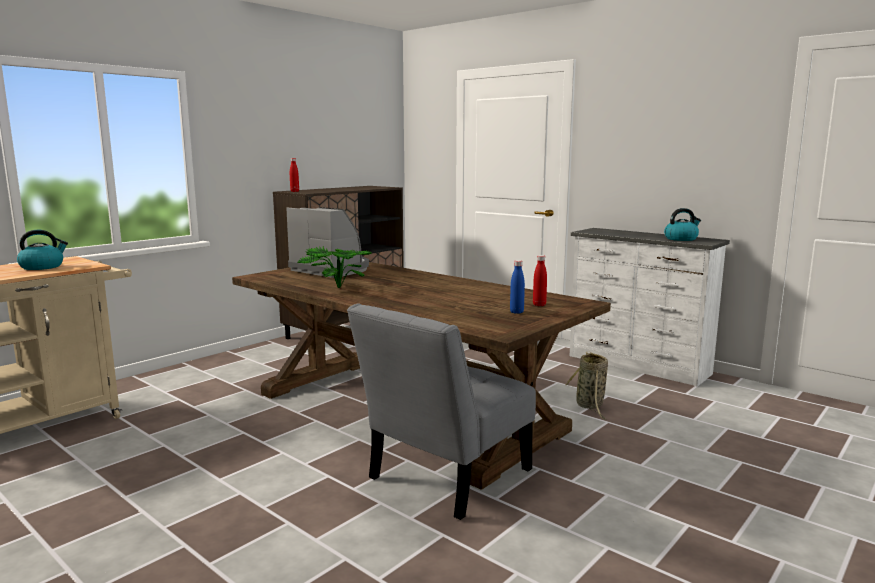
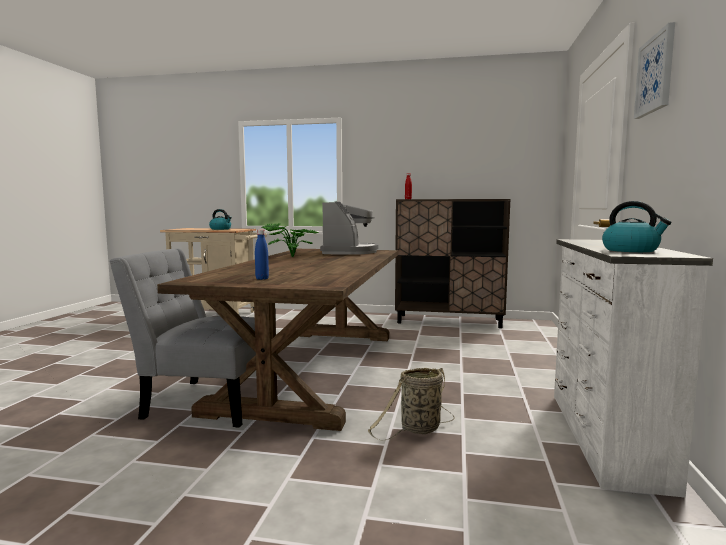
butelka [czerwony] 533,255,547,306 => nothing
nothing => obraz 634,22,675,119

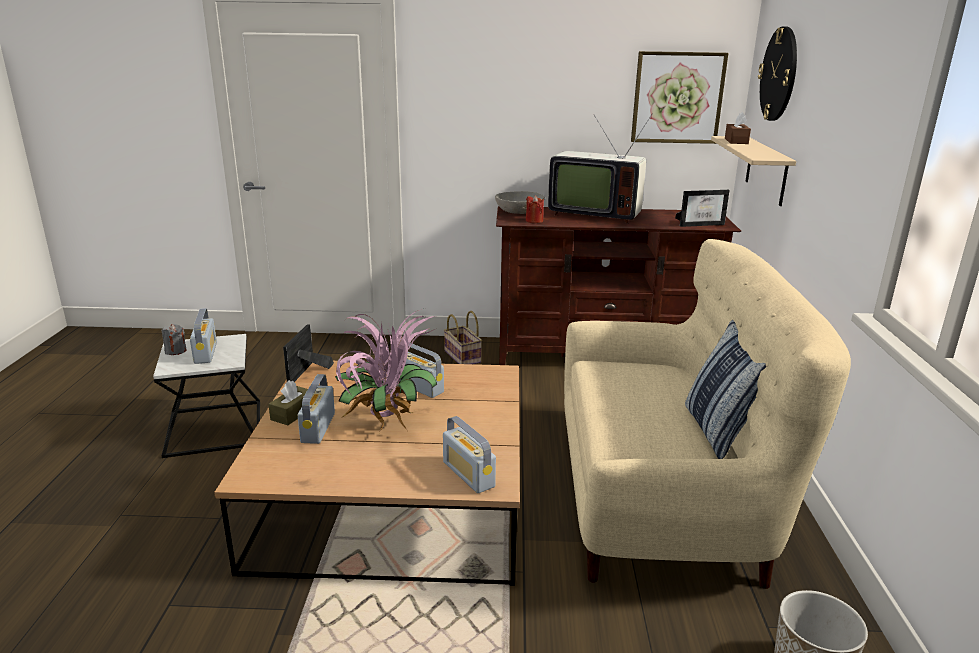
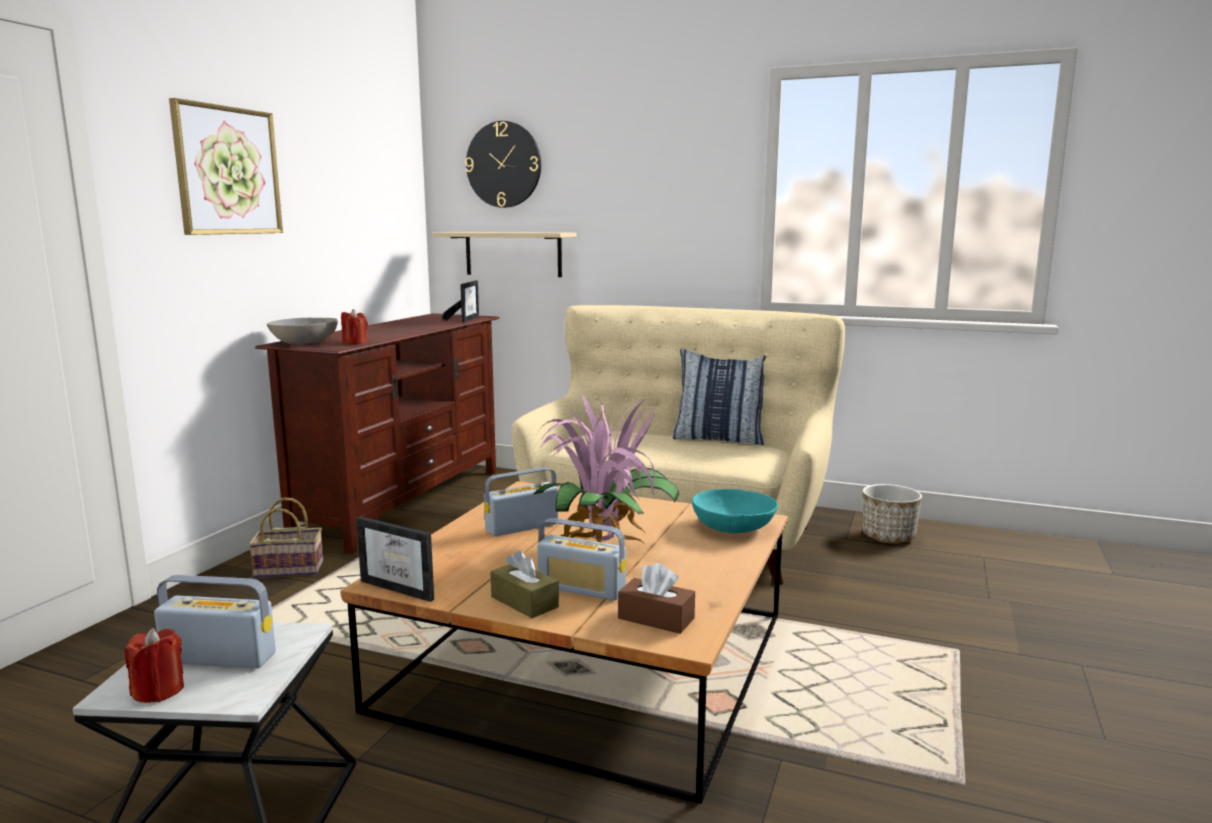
świeca [szary] 162,324,187,355 => świeca [czerwony] 125,628,184,703
radio 443,416,496,493 => miska [turkusowy] 692,489,778,533
telewizor 548,114,652,224 => nothing
obraz 631,51,728,144 => obraz 169,98,283,235, move
pudełko chusteczek [brązowy] 725,112,751,144 => pudełko chusteczek [brązowy] 618,563,695,634, move

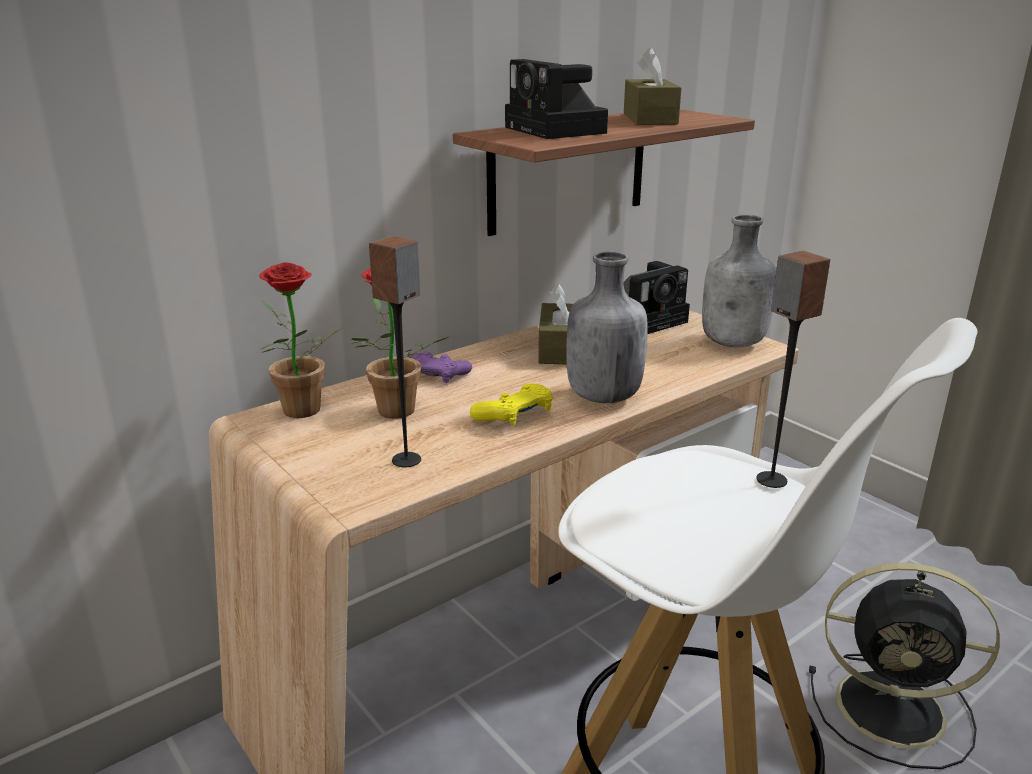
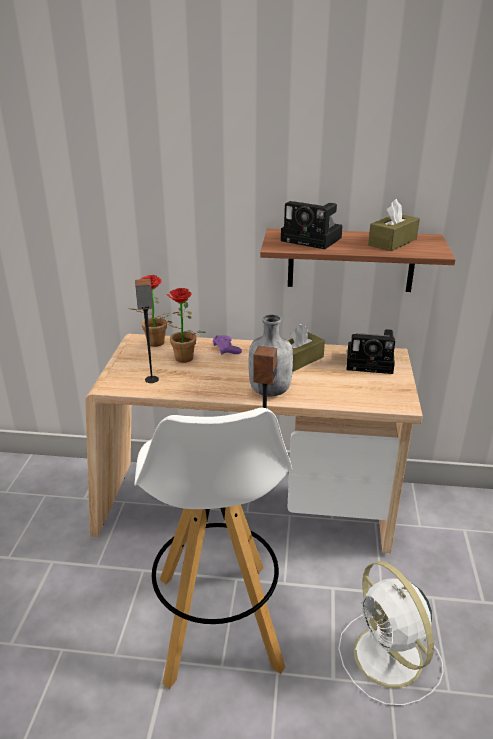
pad do gier [żółty] 470,384,553,426 => nothing
aparat fotograficzny 505,59,608,139 => aparat fotograficzny 281,201,343,249, 75 degrees counterclockwise
butelka [szary] 702,215,776,347 => nothing
wentylator [czarny] 809,563,1000,769 => wentylator [biały] 338,561,444,706

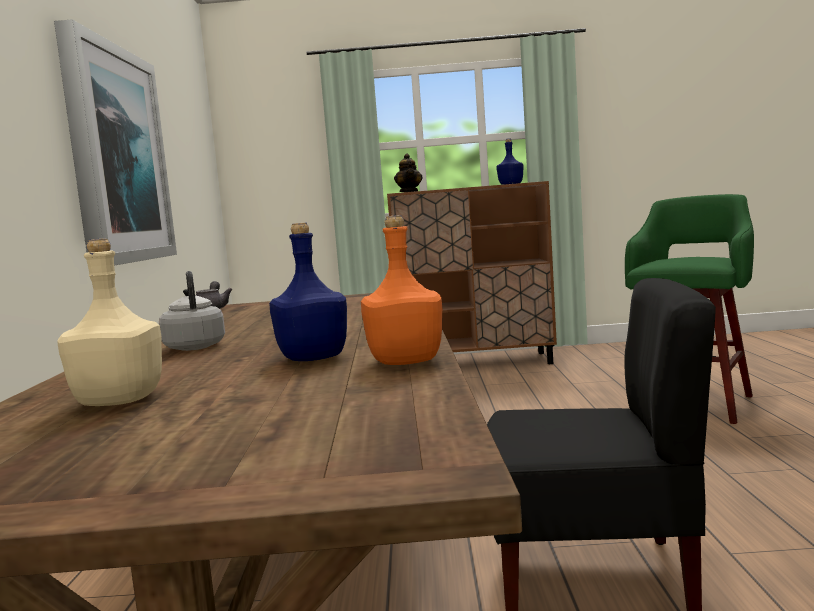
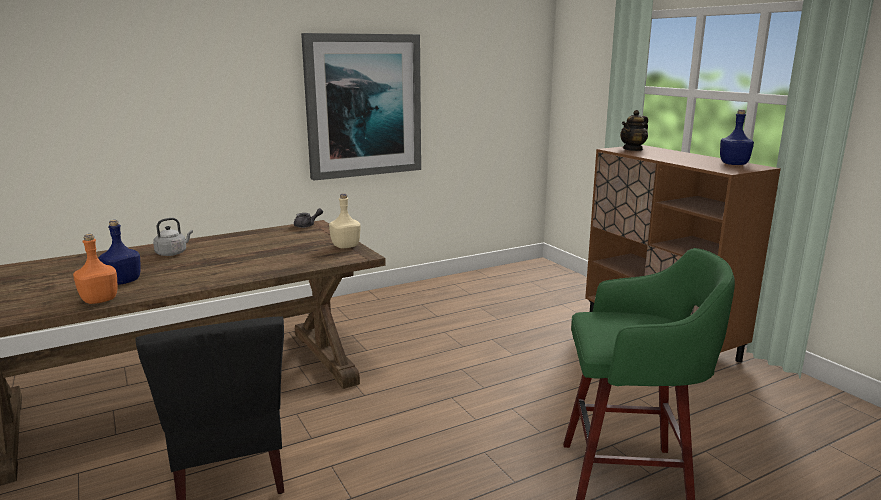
butelka [beżowy] 57,238,162,406 => butelka [beżowy] 329,193,361,248, move

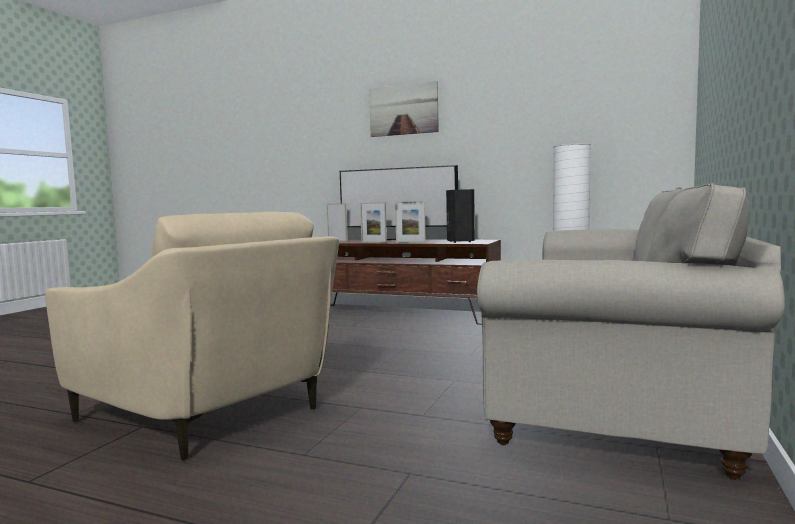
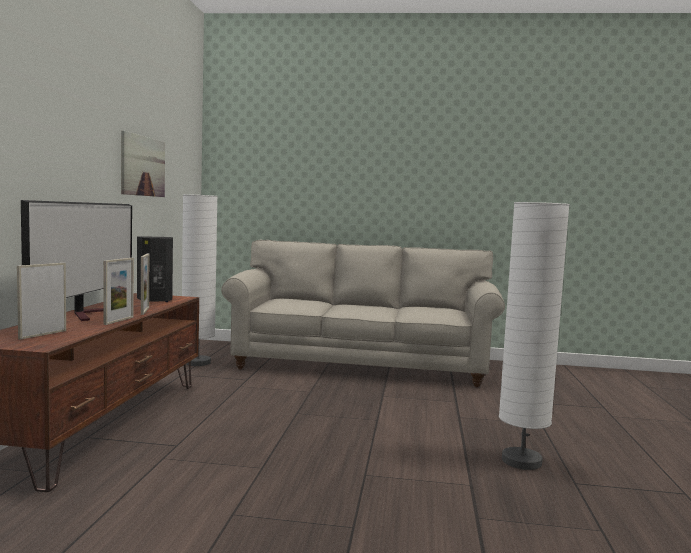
fotel [beżowy] 45,212,339,461 => lampa stojąca [biały] 499,202,570,470
obraz 369,81,439,137 => obraz 121,130,165,197, move

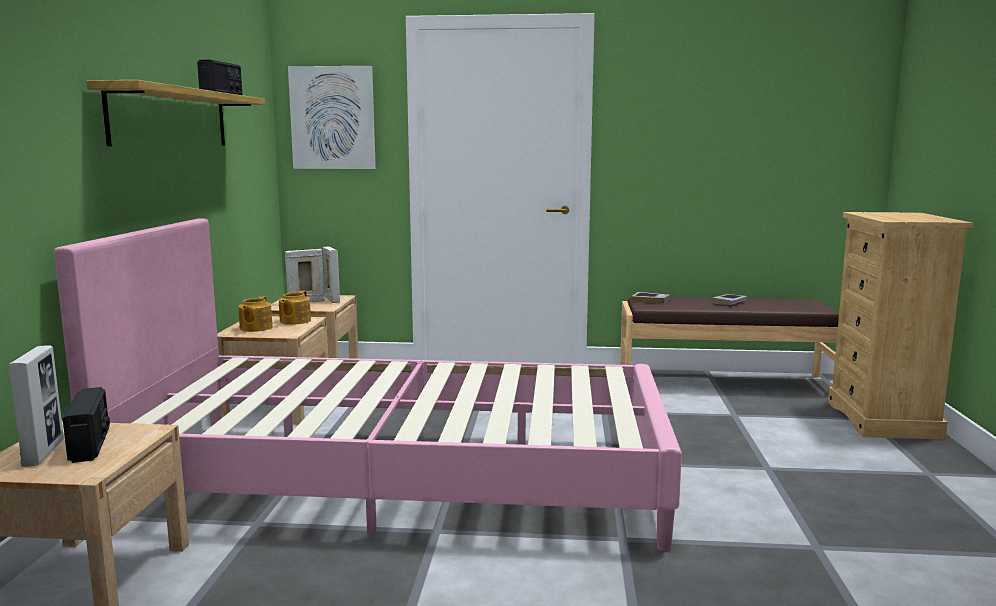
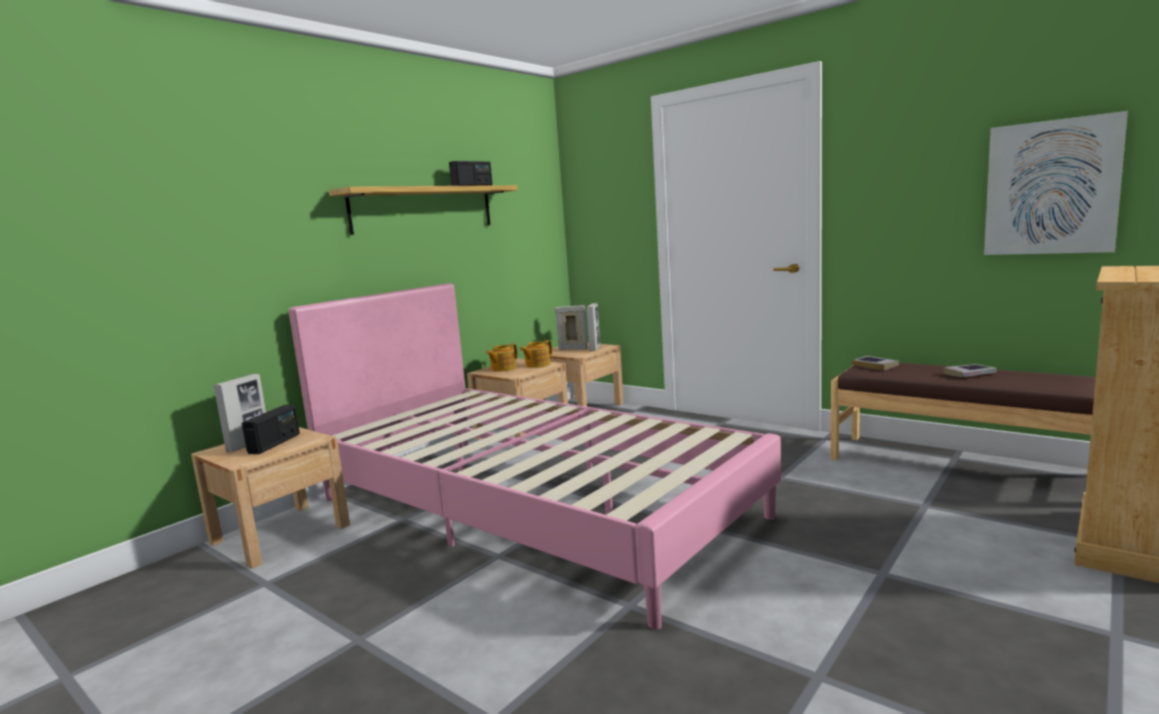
obraz 288,66,376,169 => obraz 984,111,1128,255, move

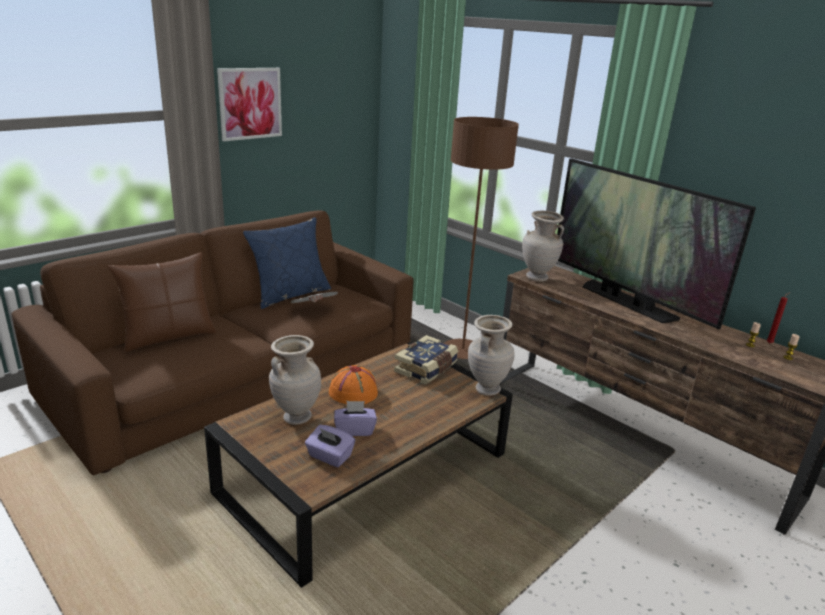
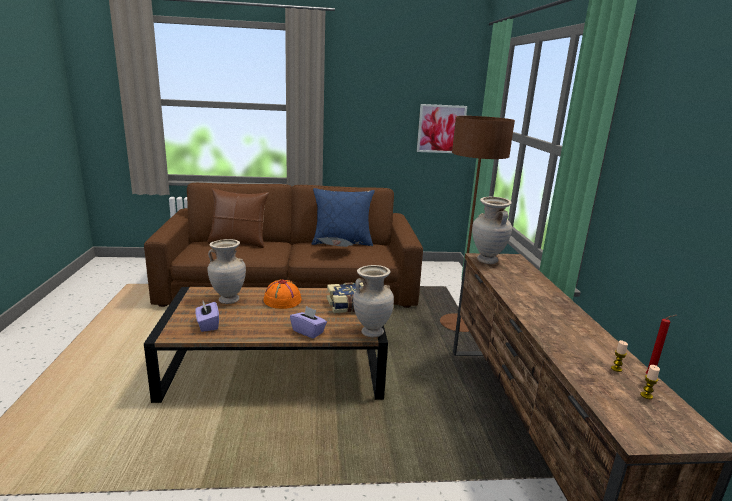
obraz 217,68,282,141 => obraz 417,104,467,153, move
pudełko chusteczek [fioletowy] 334,401,377,436 => pudełko chusteczek [fioletowy] 290,306,327,339, move
telewizor 557,158,756,329 => nothing

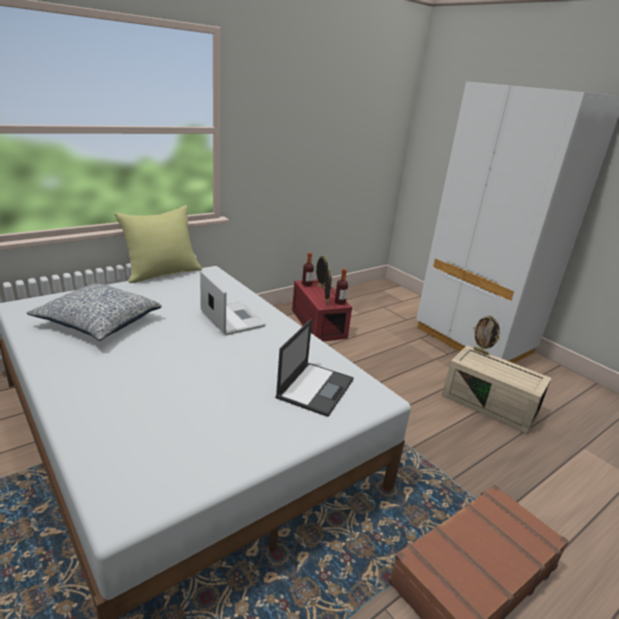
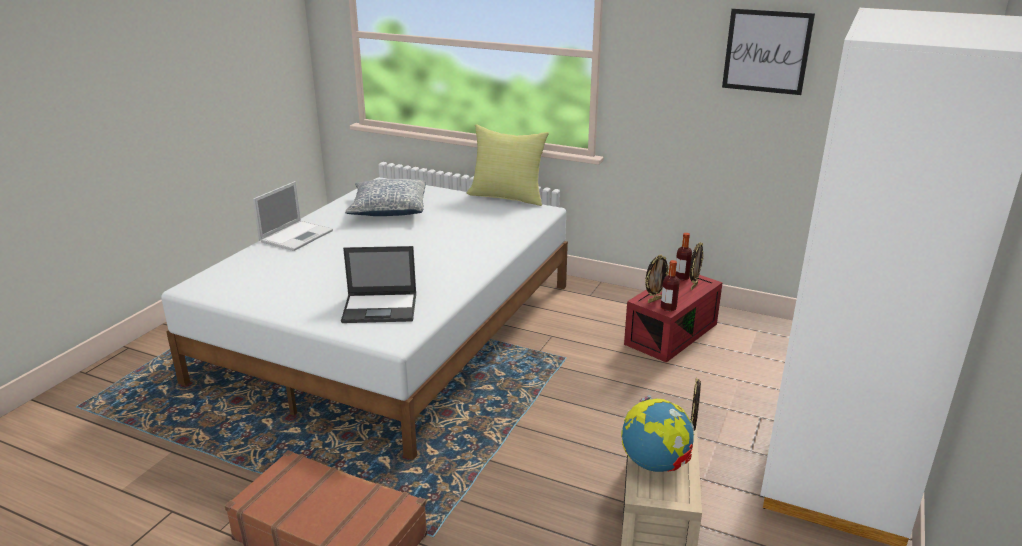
laptop 200,270,266,335 => laptop 253,181,333,251, move
nothing => globus 621,395,694,472
nothing => obraz 722,8,815,95

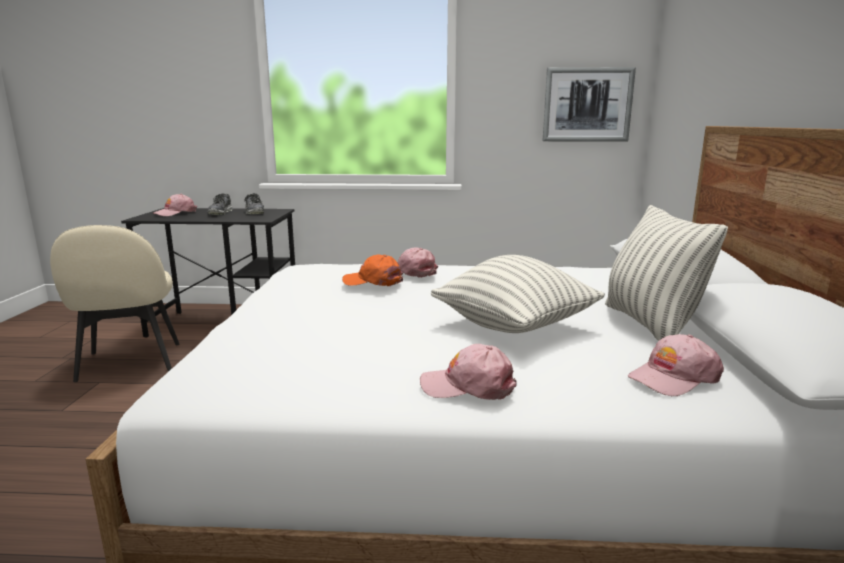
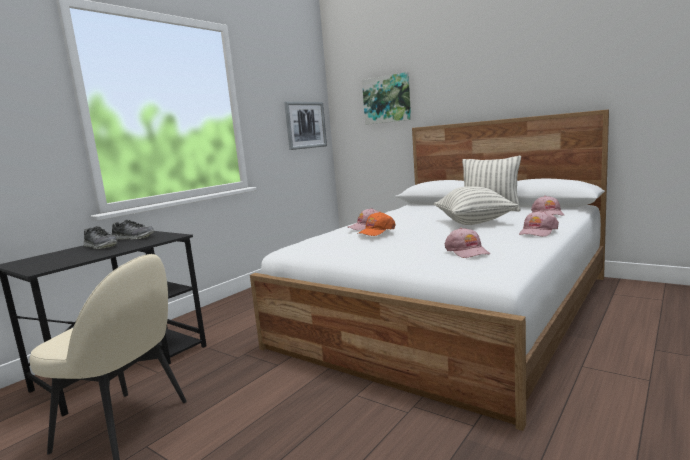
czapka z daszkiem [różowy] 153,194,197,216 => czapka z daszkiem [różowy] 445,228,490,258, move
nothing => obraz 362,72,411,125

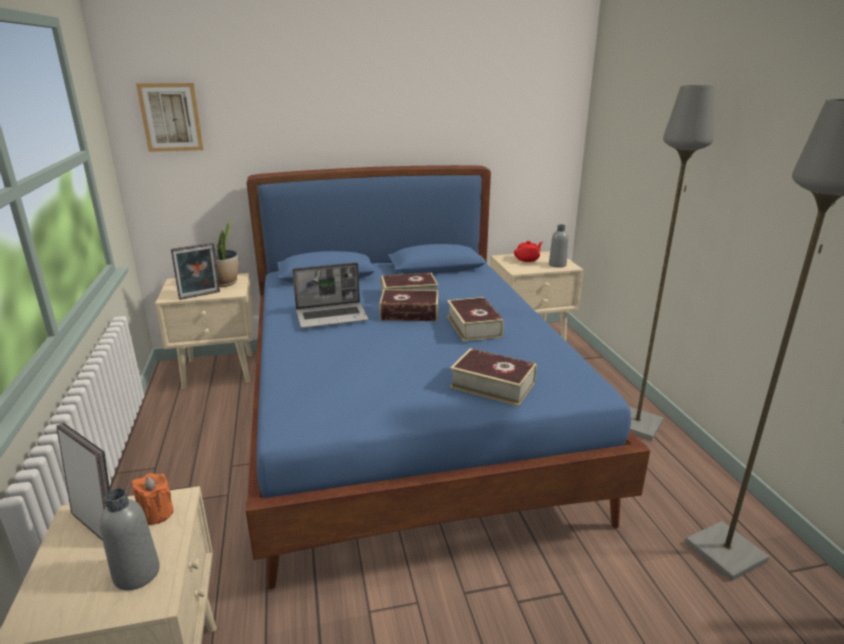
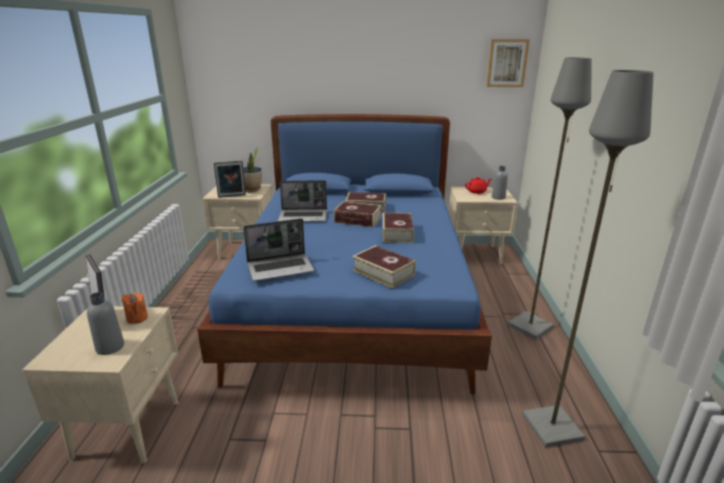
obraz 136,83,204,152 => obraz 486,39,530,87, move
nothing => laptop 243,218,314,281

